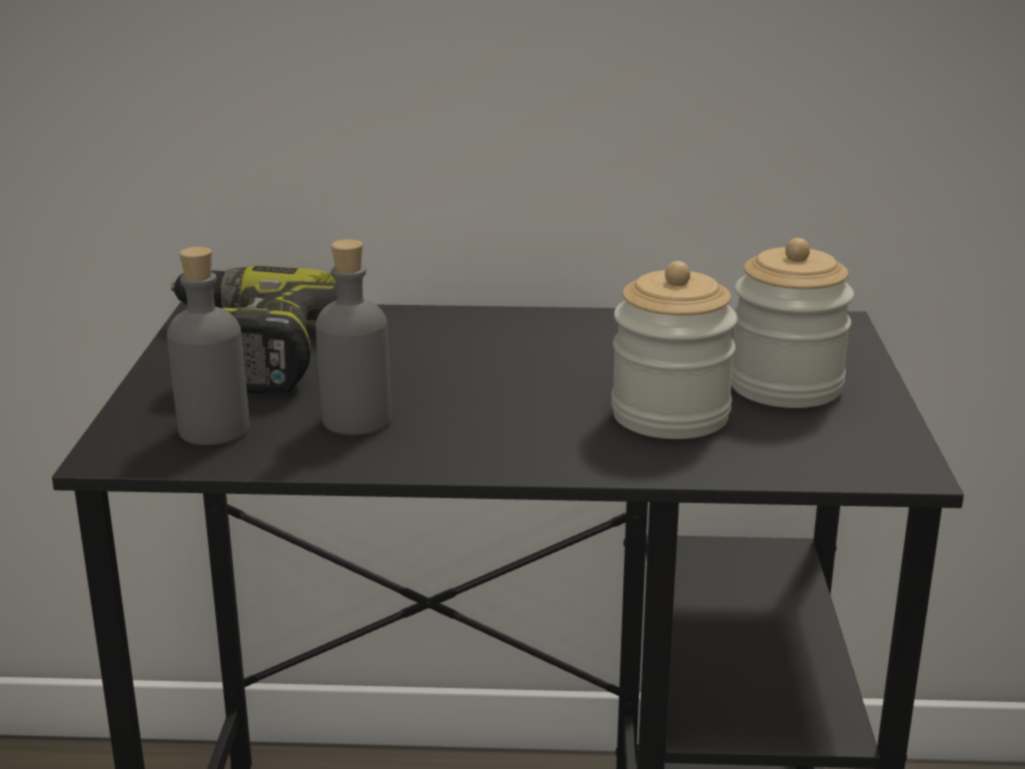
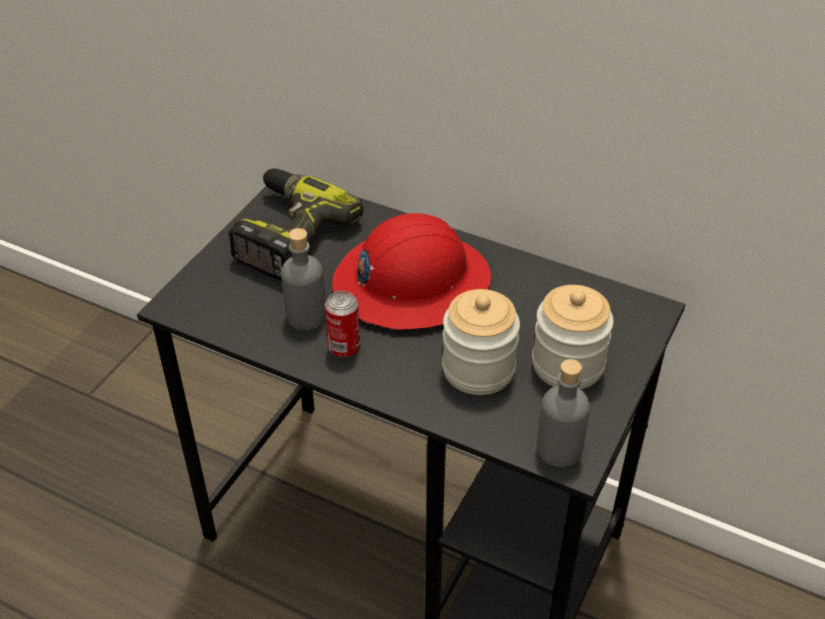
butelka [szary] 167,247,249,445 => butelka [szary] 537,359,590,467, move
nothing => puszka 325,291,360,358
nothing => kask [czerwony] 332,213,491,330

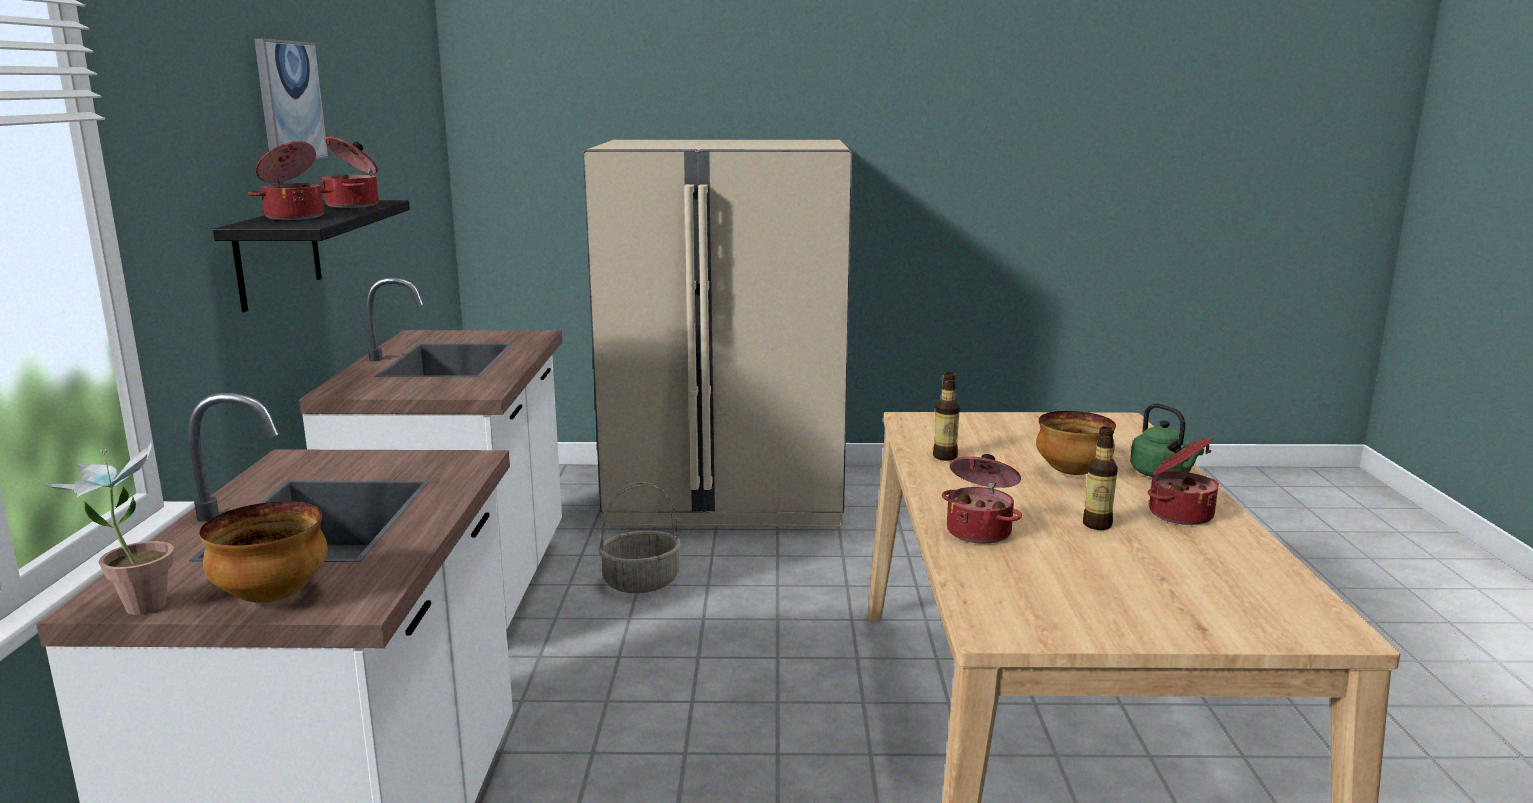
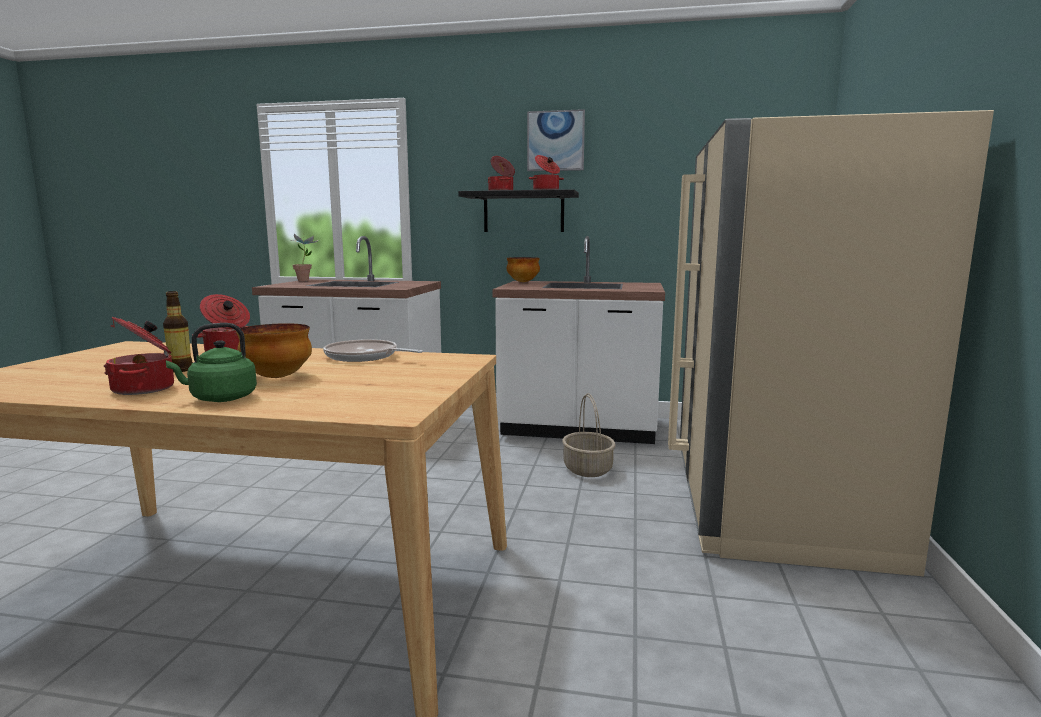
miska 199,501,328,603 => miska 507,257,540,282, move
butelka 933,372,960,461 => patelnia 323,339,423,362

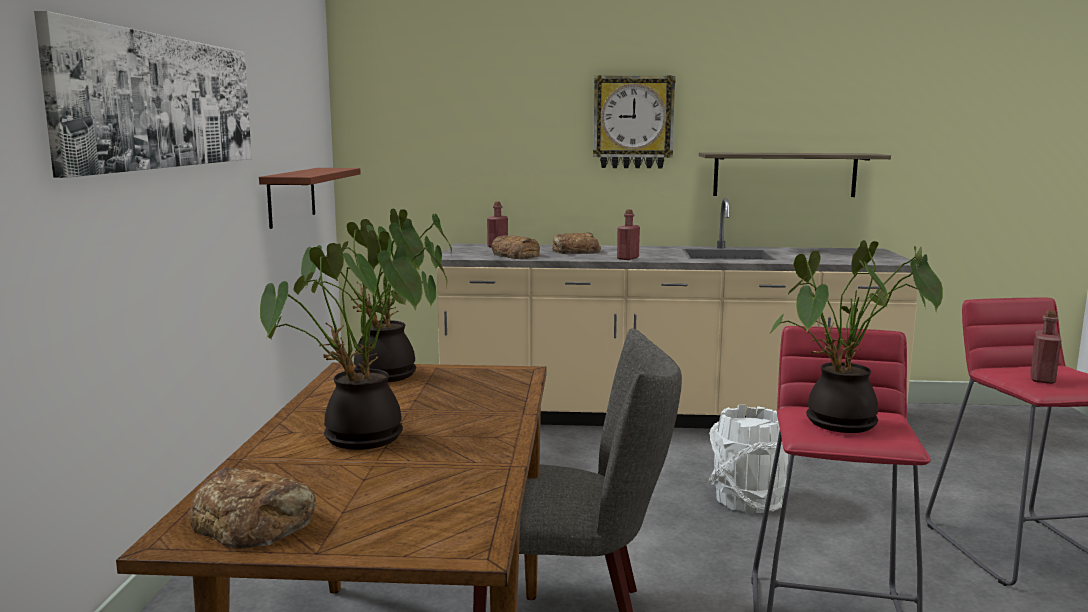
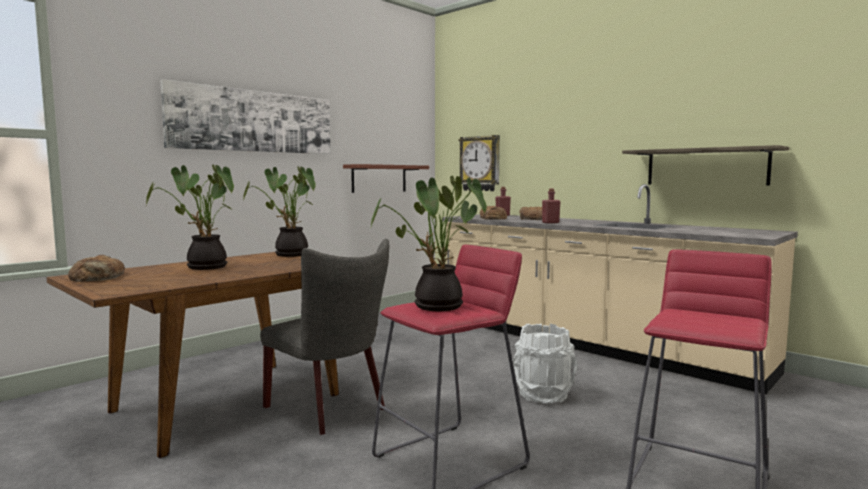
zegar ścienny 593,75,676,168 => zegar ścienny 458,135,500,191, move
butelka [czerwony] 1030,310,1061,384 => nothing

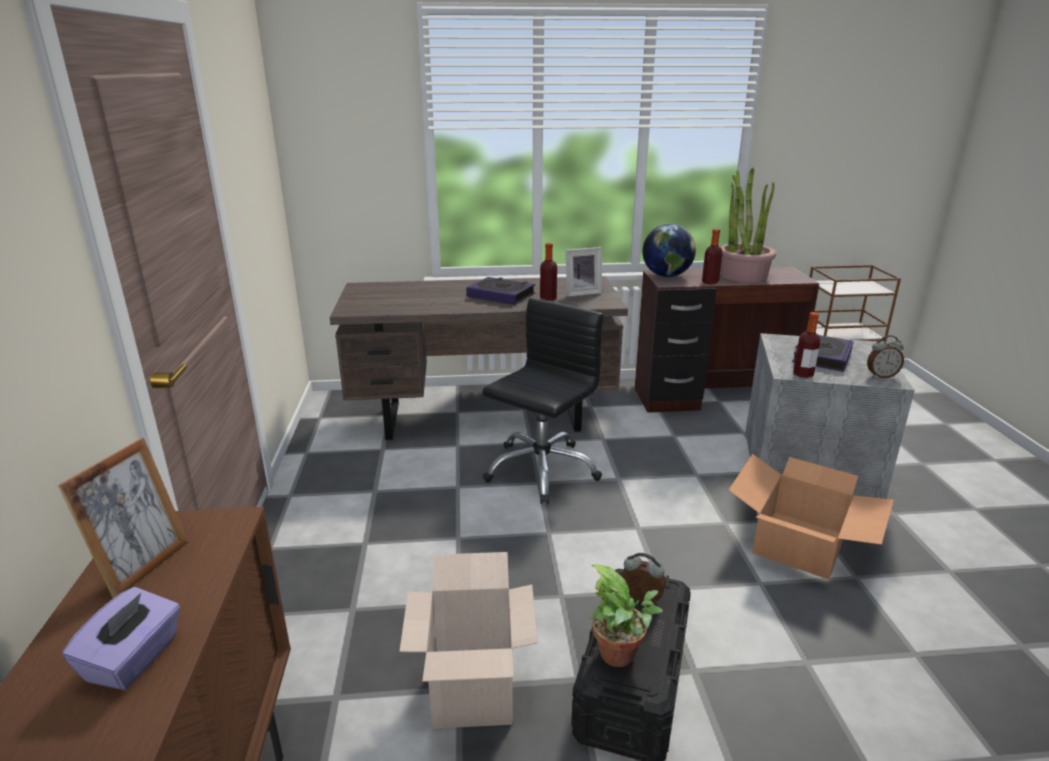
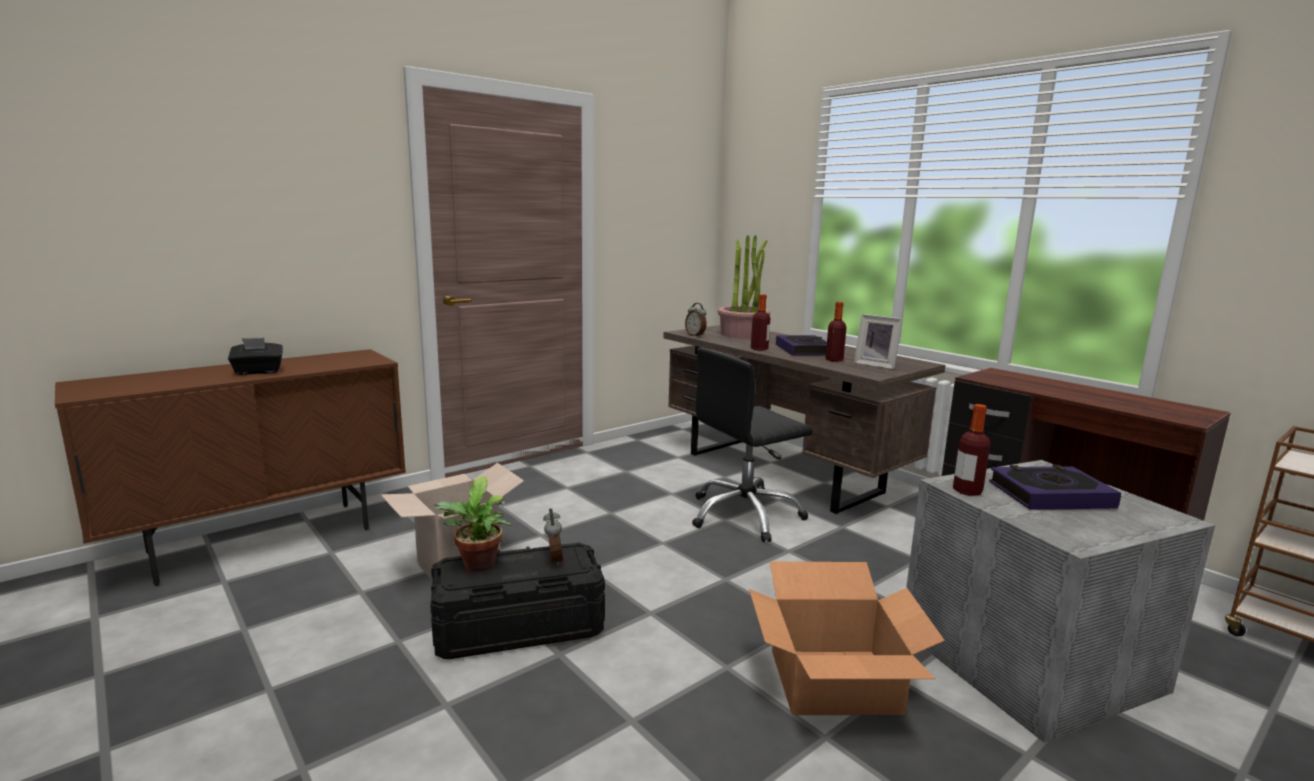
ramka na zdjęcie 58,438,188,598 => nothing
pudełko chusteczek [fioletowy] 62,587,180,690 => pudełko chusteczek [czarny] 228,338,283,375
krzesło biurowe [czarny] 482,298,603,504 => krzesło biurowe [czarny] 692,347,813,542, 150 degrees clockwise
globus 642,224,696,277 => nothing
butelka 702,229,723,284 => butelka 751,294,770,351, move
roślina doniczkowa 720,168,776,282 => roślina doniczkowa 718,235,770,339, move
budzik 867,335,904,378 => budzik 685,303,707,337, move

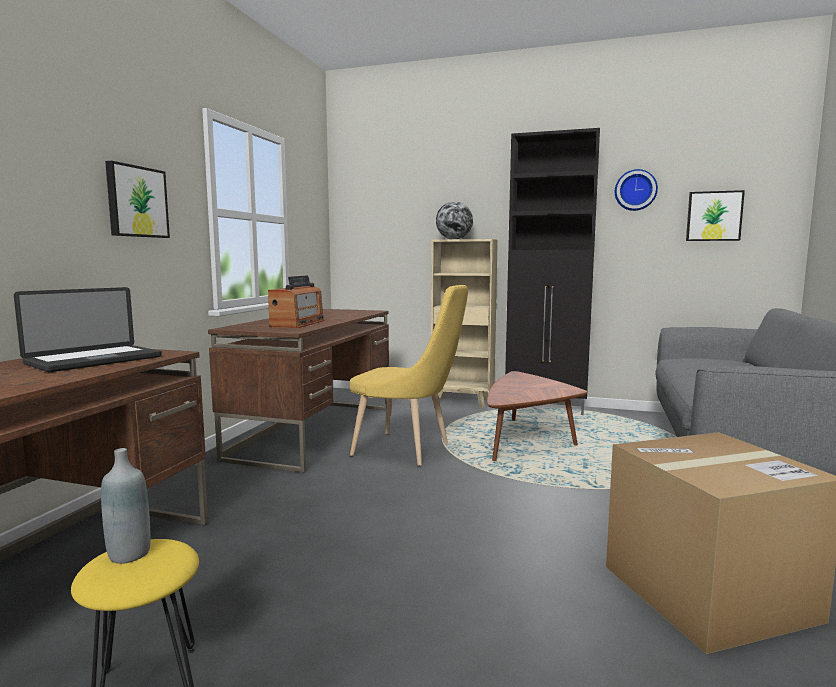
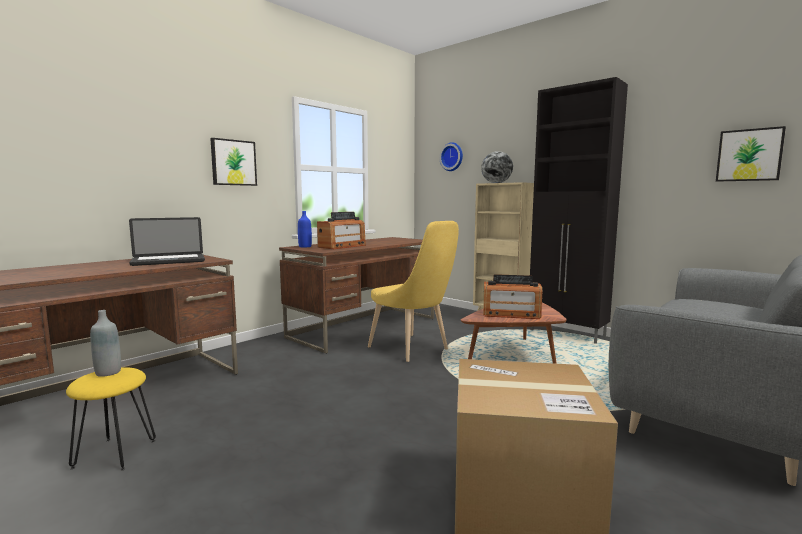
zegar ścienny 615,169,658,211 => zegar ścienny 439,142,463,171, move
nothing => butelka [niebieski] 298,211,312,247
nothing => radio 483,274,542,319

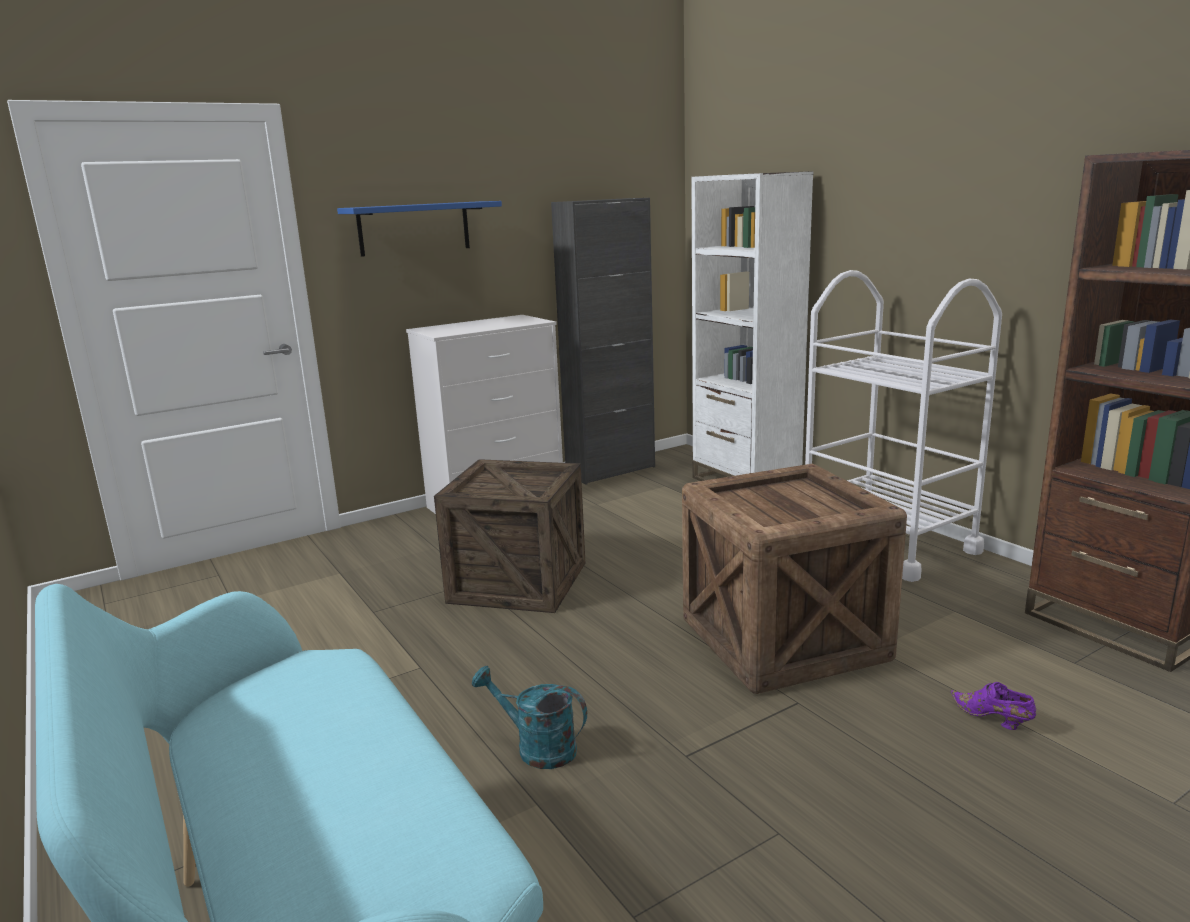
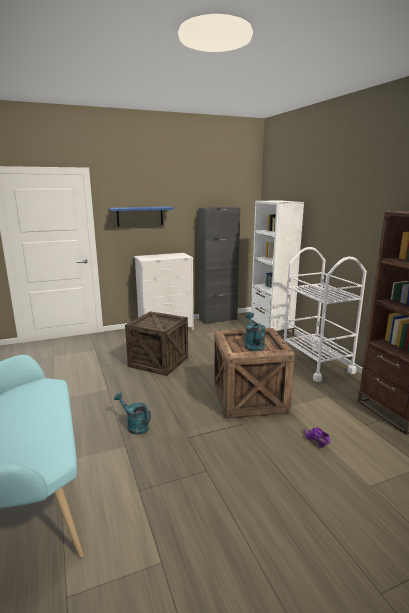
nothing => konewka [turkusowy] 245,312,266,351

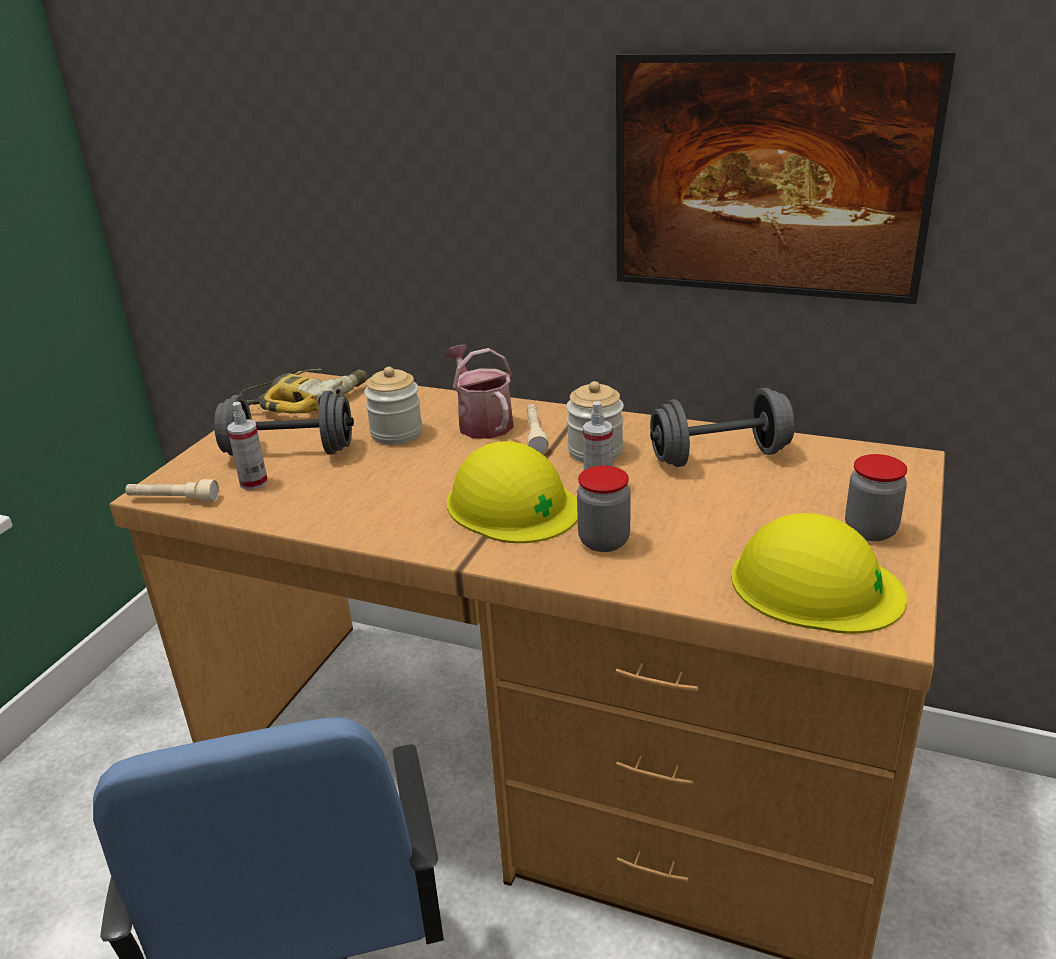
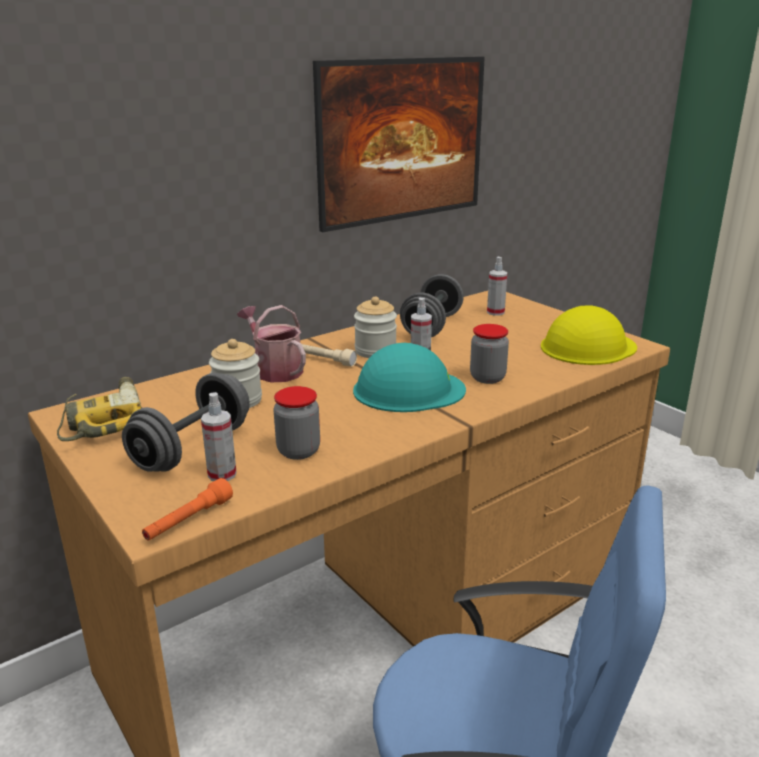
latarka [beżowy] 125,479,219,502 => latarka [pomarańczowy] 142,478,233,541
konewka 444,345,514,439 => konewka 237,305,306,382, 45 degrees clockwise
kask [żółty] 447,441,578,543 => kask [turkusowy] 353,343,466,412
słoik 845,454,907,541 => słoik 274,386,320,460, move
nothing => spryskiwacz 487,257,507,316

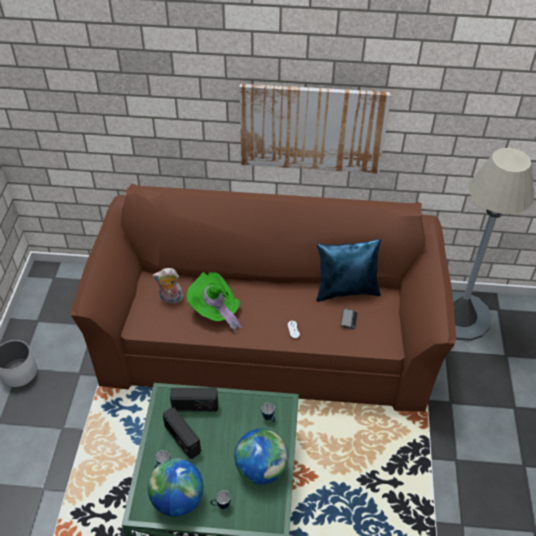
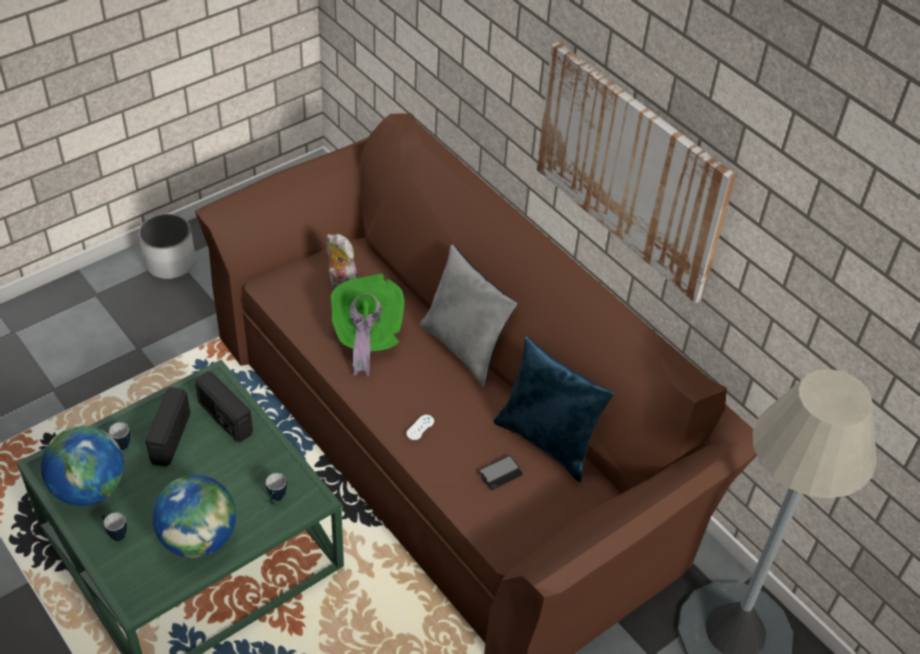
nothing => poduszka [szary] 420,244,518,388

